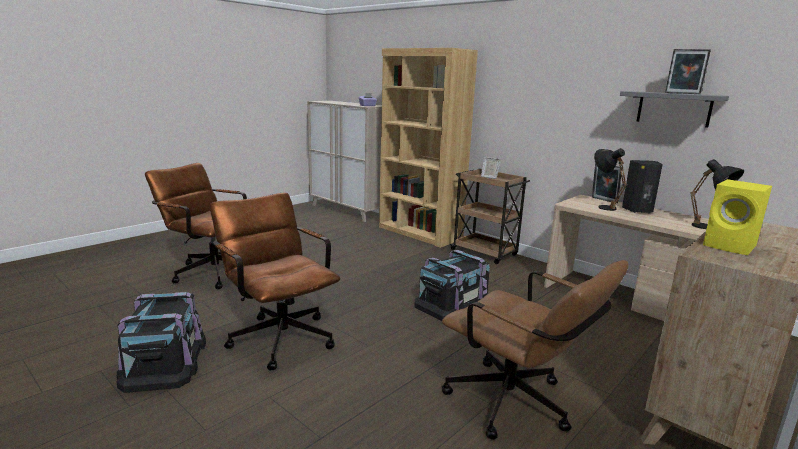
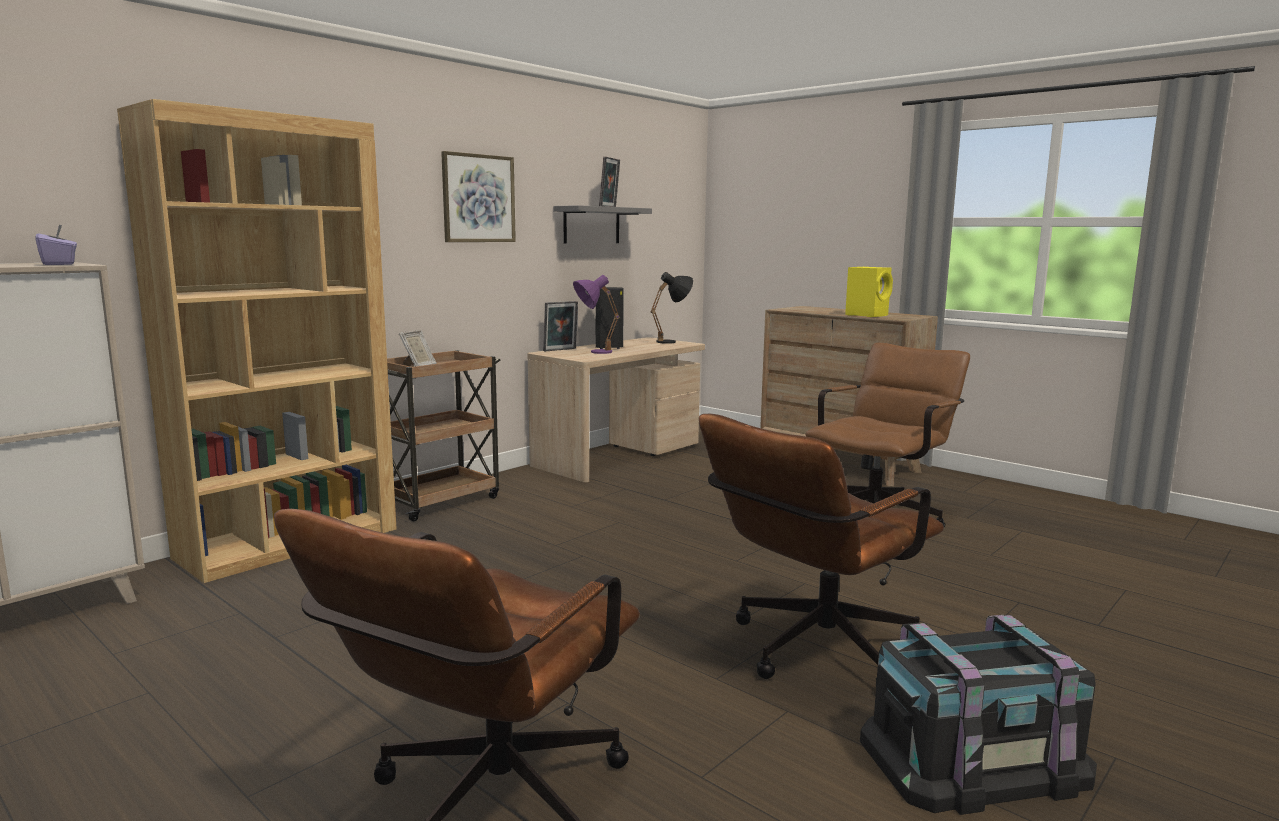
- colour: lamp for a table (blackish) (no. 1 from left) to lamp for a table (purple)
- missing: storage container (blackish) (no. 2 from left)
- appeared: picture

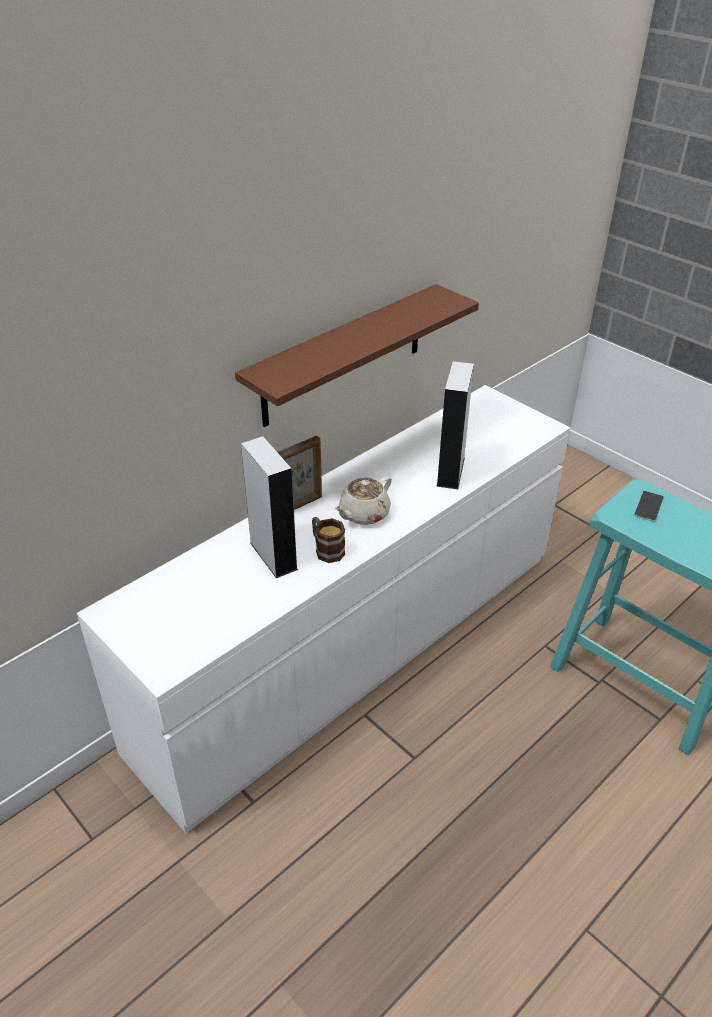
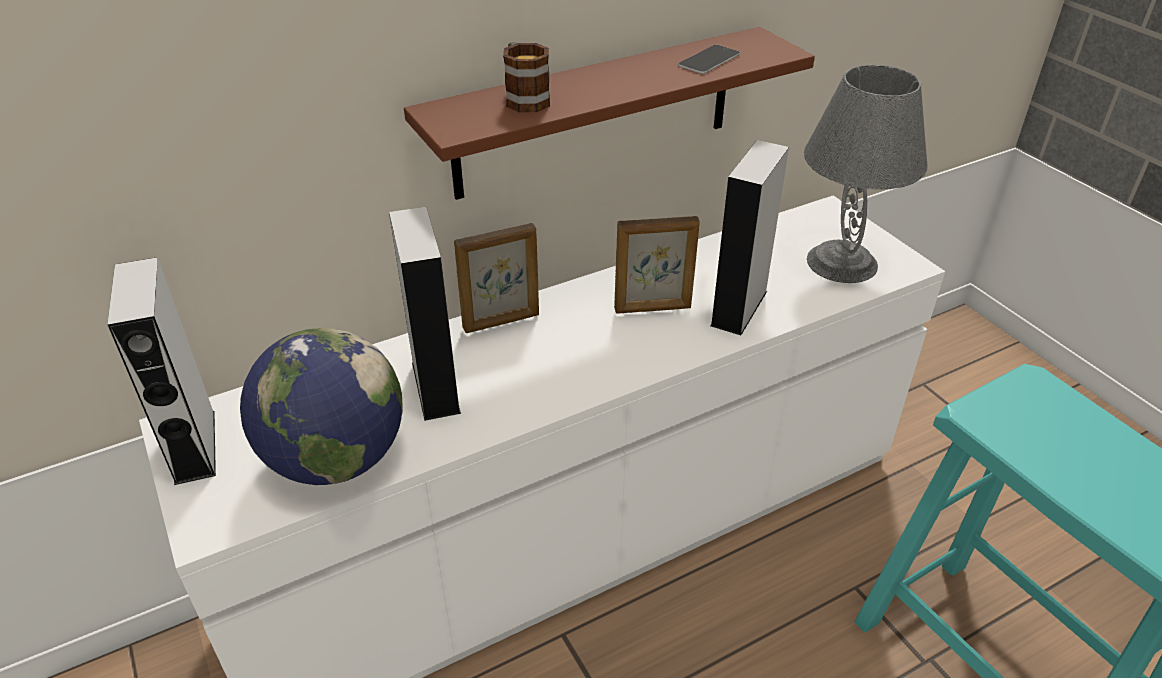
- missing: pot for tea (beige-coloured)
- relocated: phone
- relocated: coffee mug
- appeared: lamp for a table (grey)
- appeared: standing frame (no. 2 from left)
- appeared: loudspeaker (grey) (no. 1 from left)
- appeared: globe

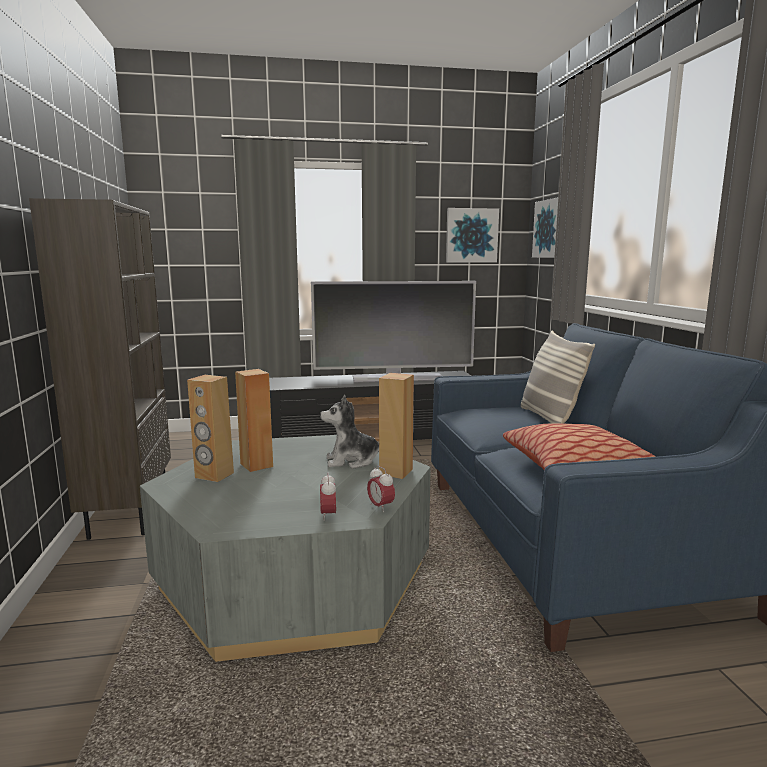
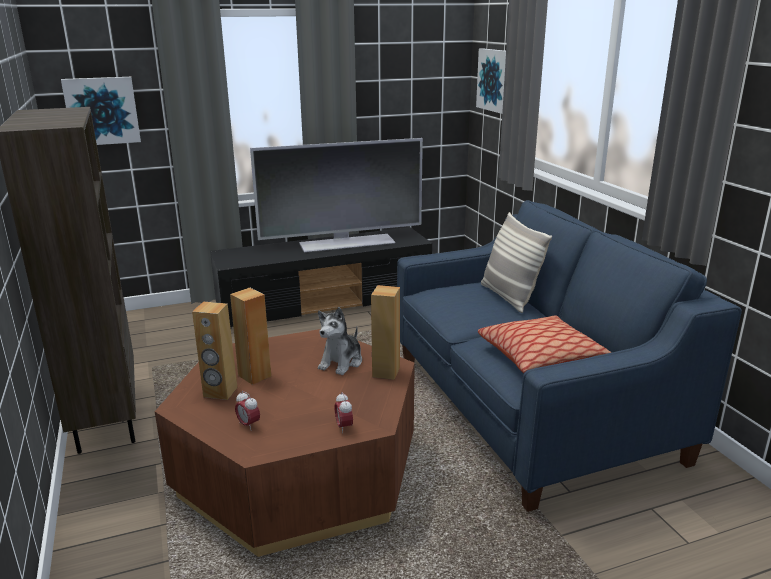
- relocated: picture (no. 1 from left)
- spun: soft toy 45 degrees counterclockwise
- colour: lounge table (grey) to lounge table (brownish)
- relocated: bedside clock (no. 2 from left in the first image) to bedside clock (no. 1 from left)

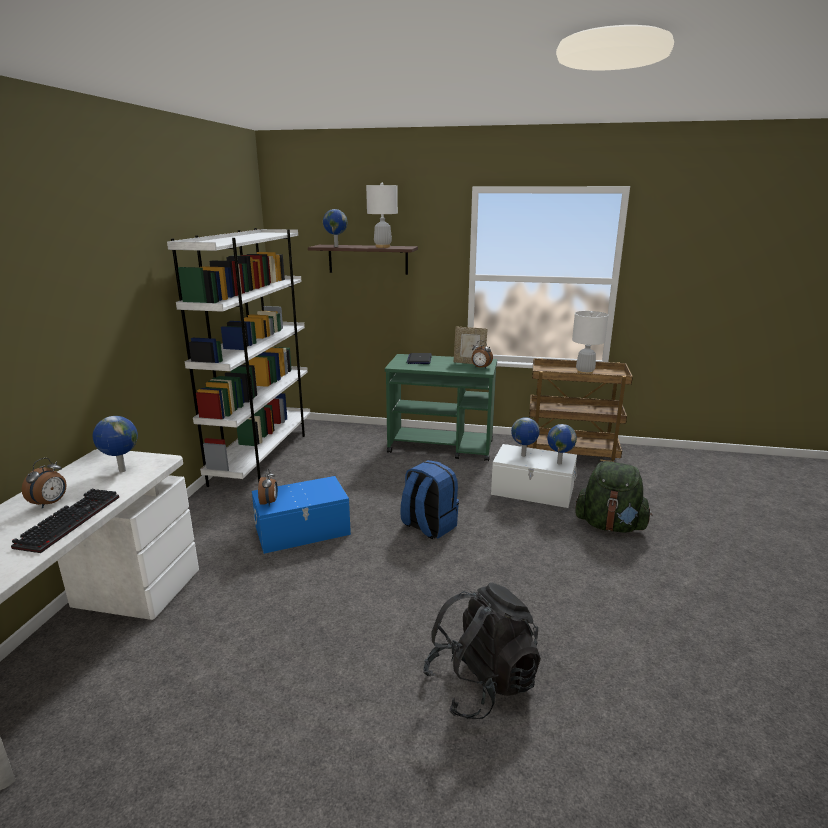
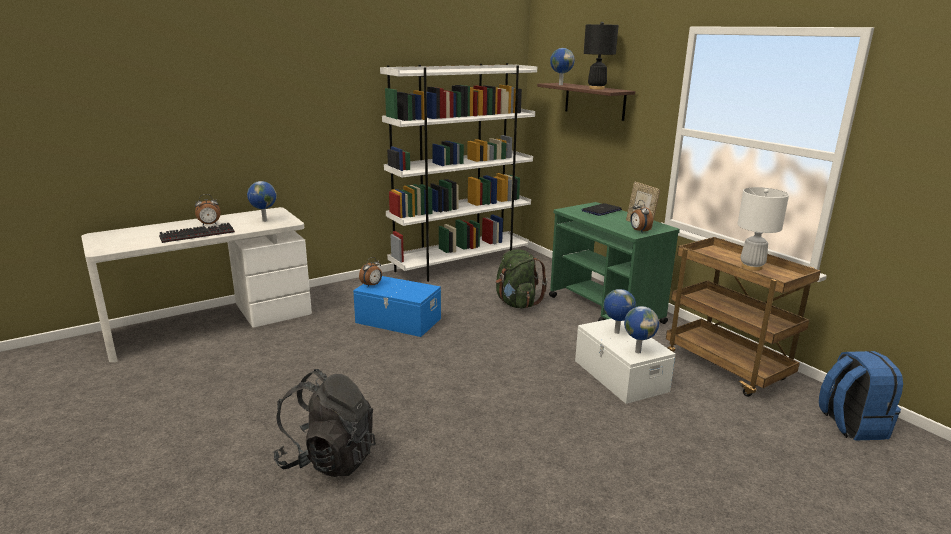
- colour: lamp for a table (white-coloured) (no. 1 from left) to lamp for a table (blackish)
- relocated: backpack (bluish)
- relocated: backpack (green)

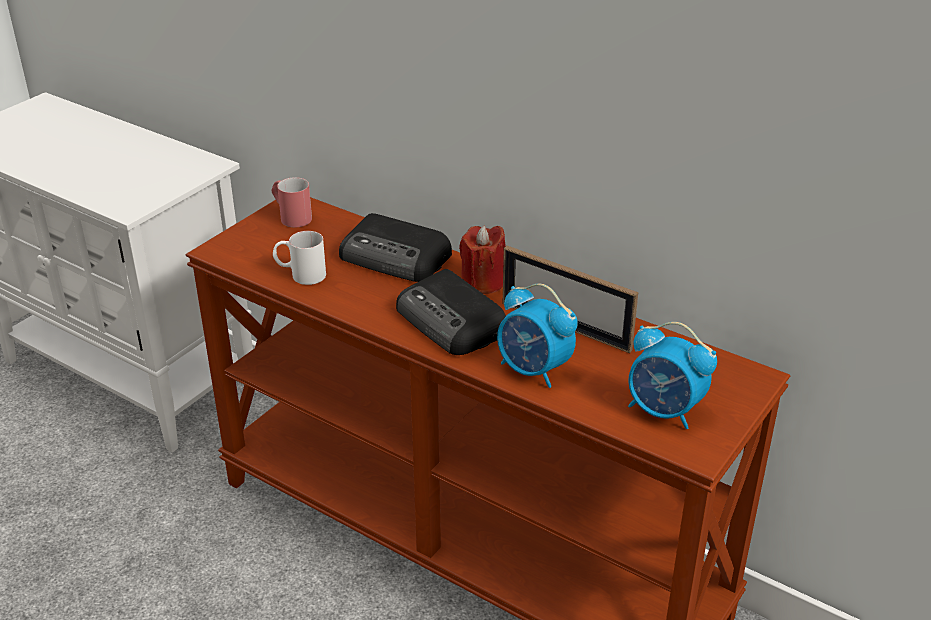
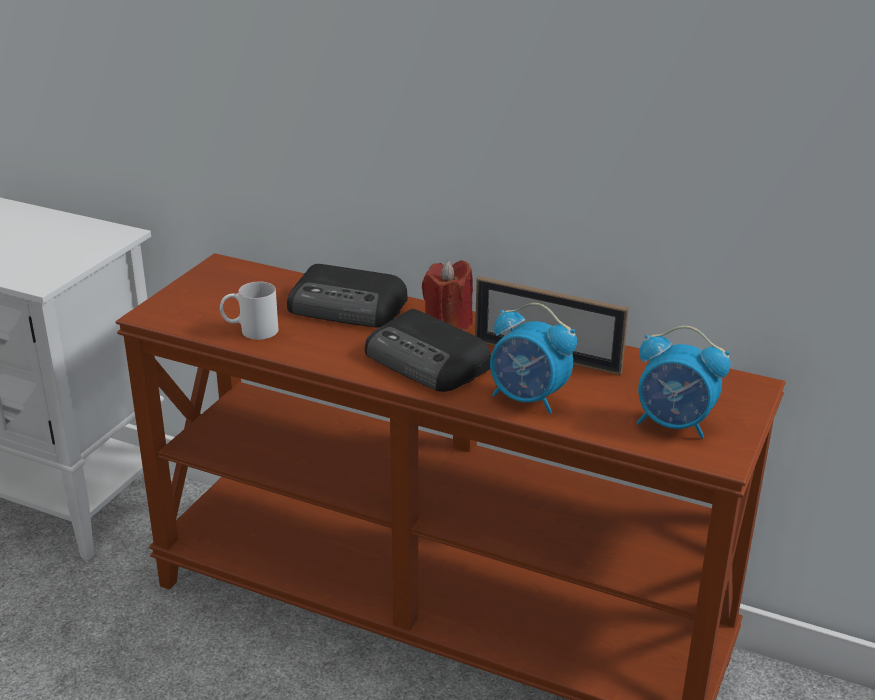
- missing: coffee mug (red)

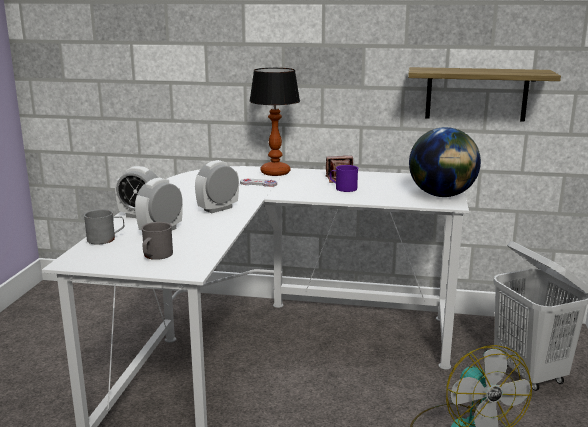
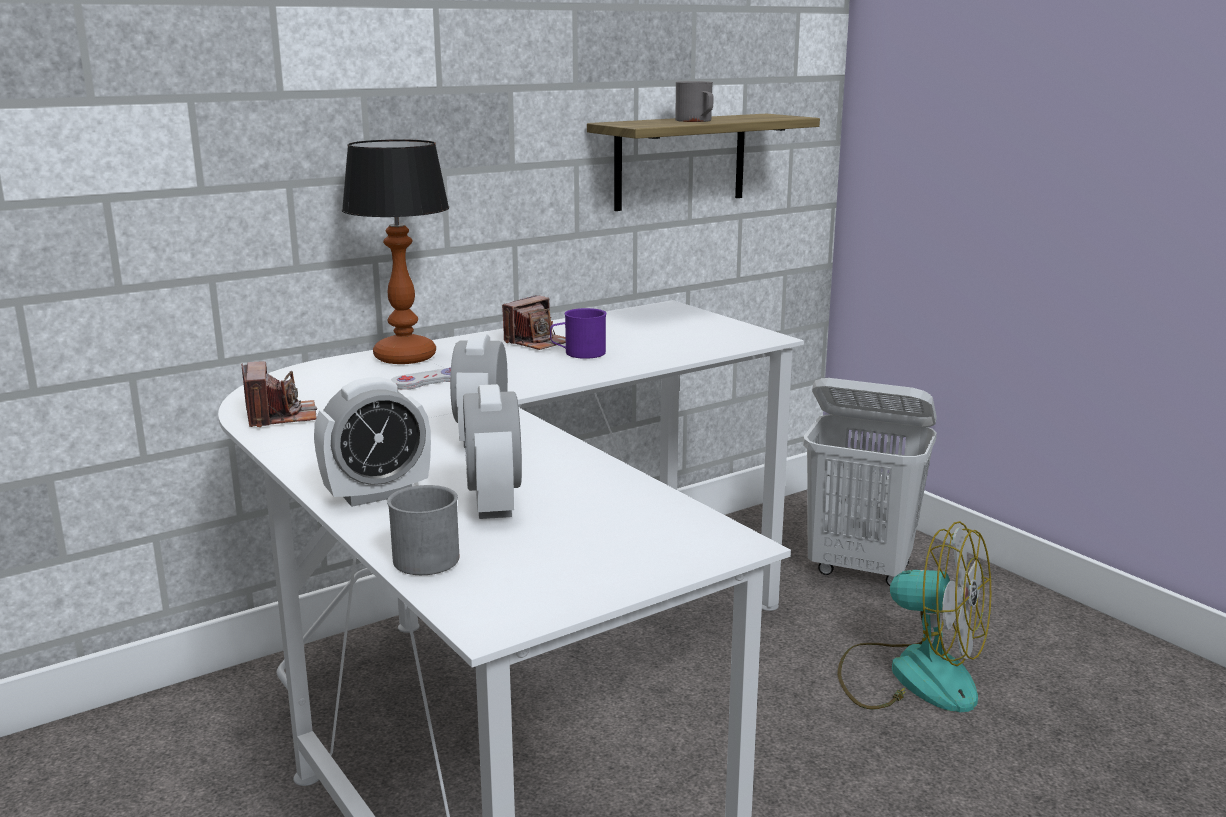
- missing: globe
- relocated: coffee mug (grey) (no. 2 from left)
- appeared: still camera (no. 1 from left)

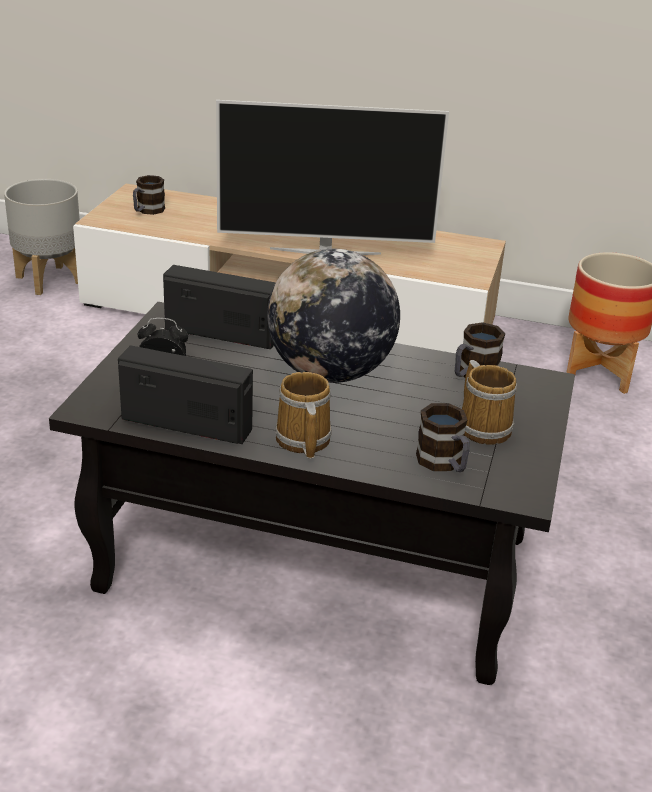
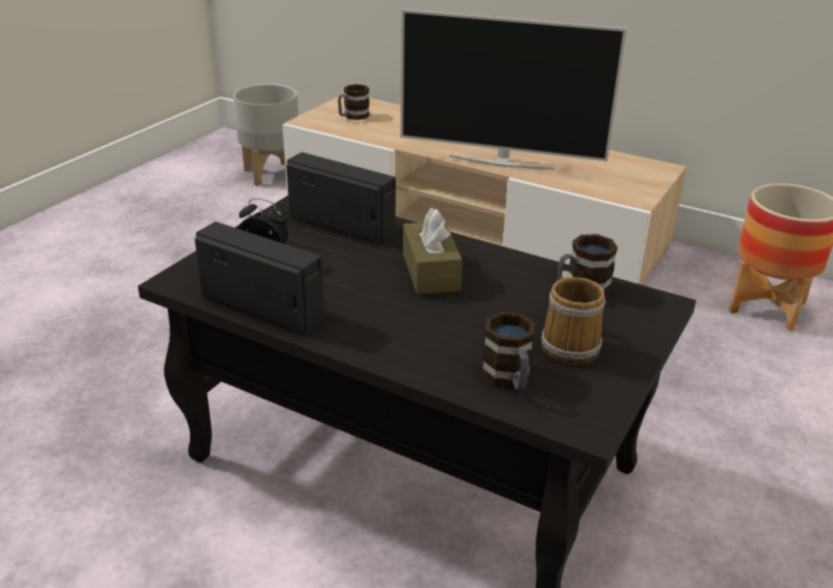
- exchanged: globe to tissue box (brownish)
- missing: coffee mug (no. 2 from left)

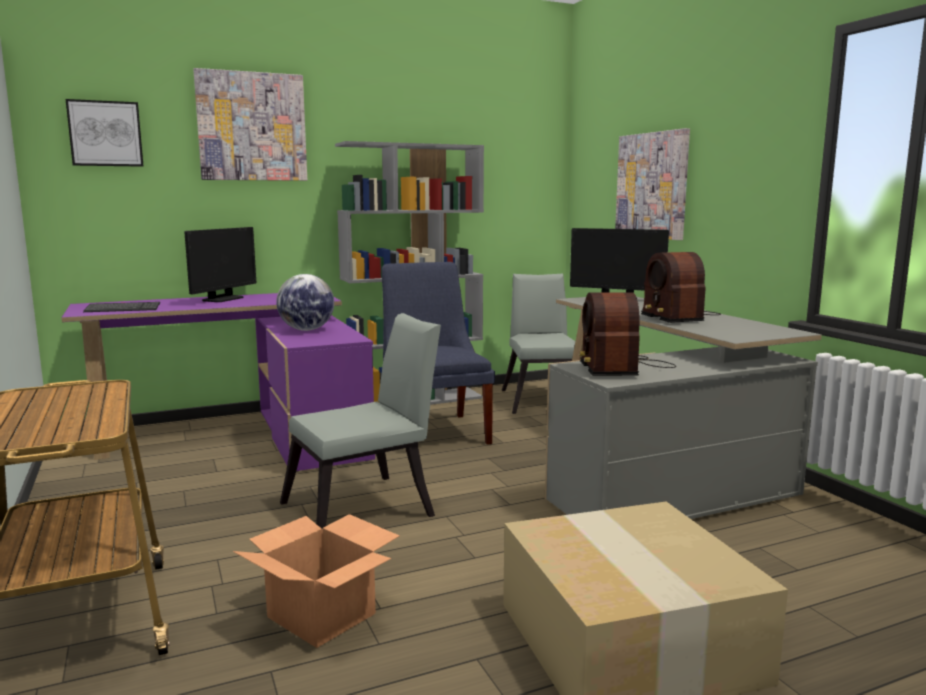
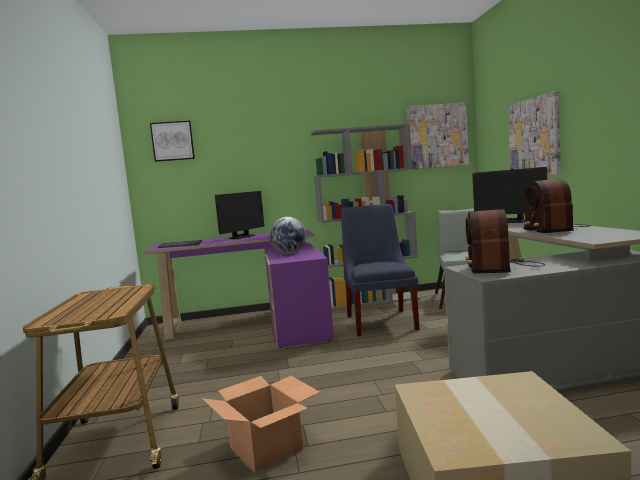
- relocated: picture (no. 2 from left)
- missing: plain chair (grey) (no. 1 from left)

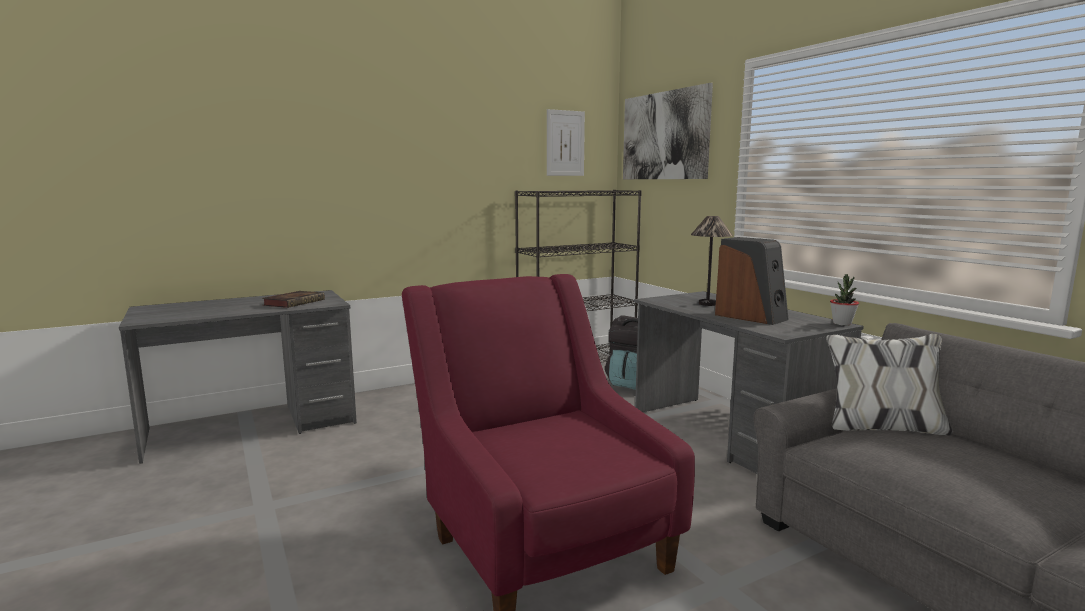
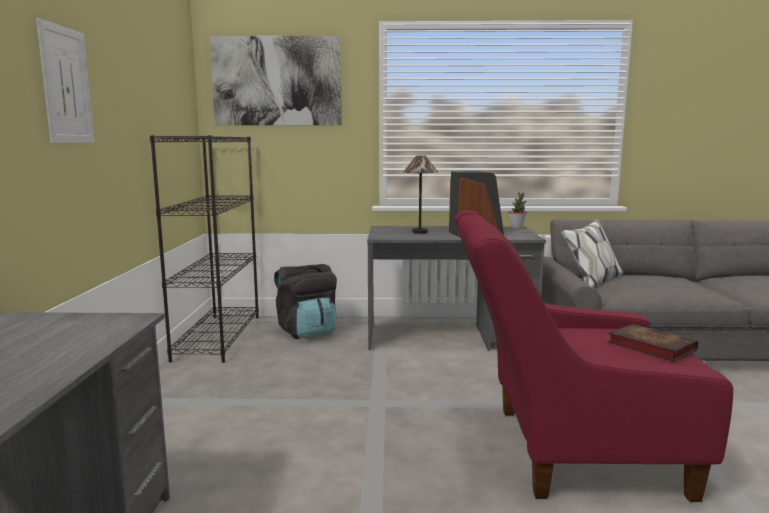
- relocated: picture (no. 1 from left)
- relocated: bound book

